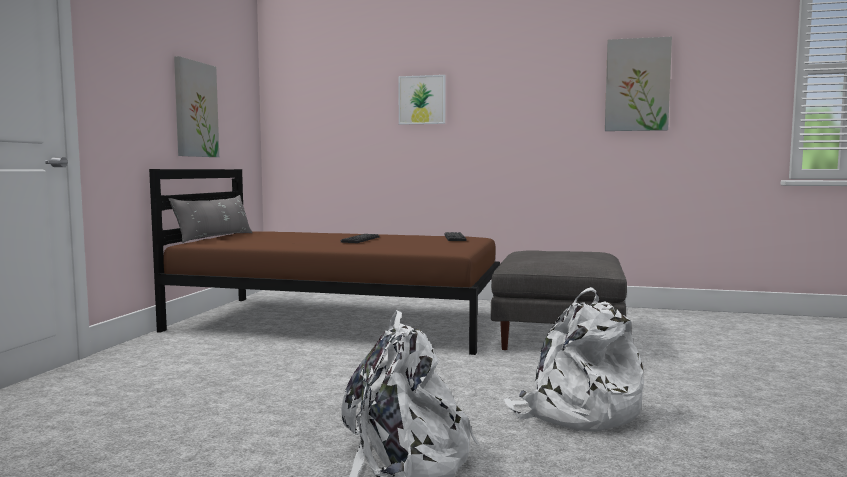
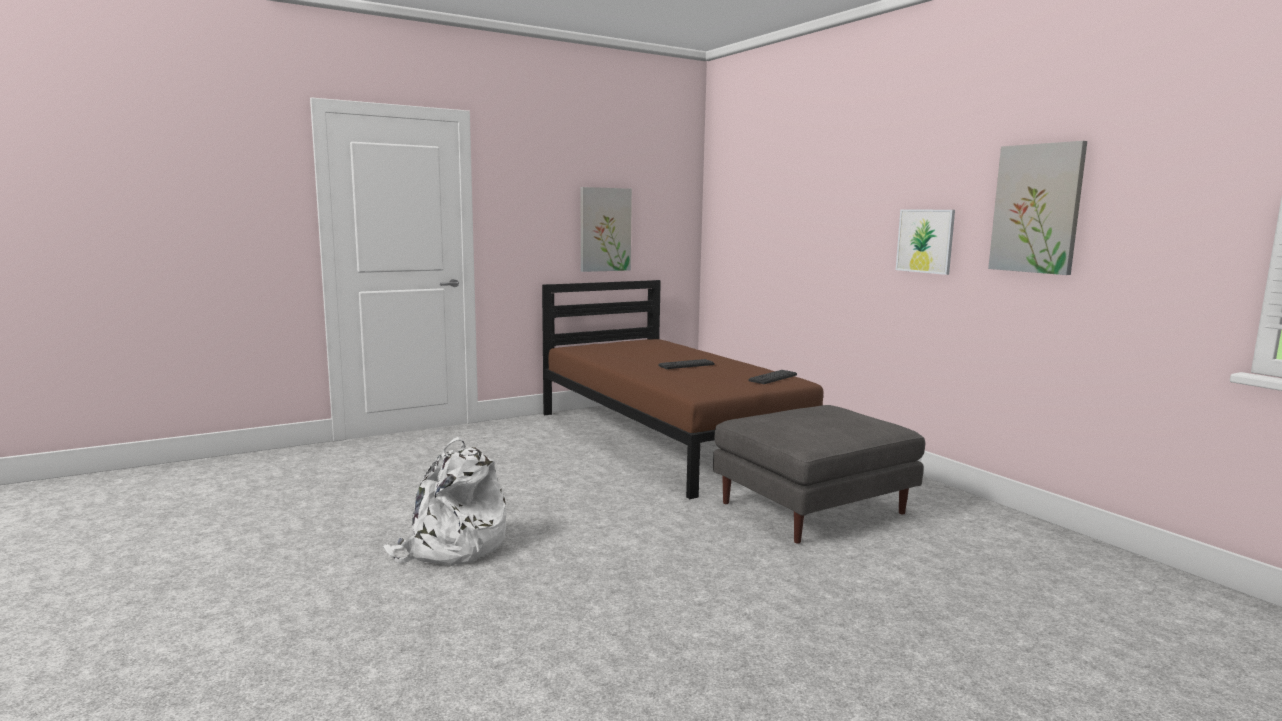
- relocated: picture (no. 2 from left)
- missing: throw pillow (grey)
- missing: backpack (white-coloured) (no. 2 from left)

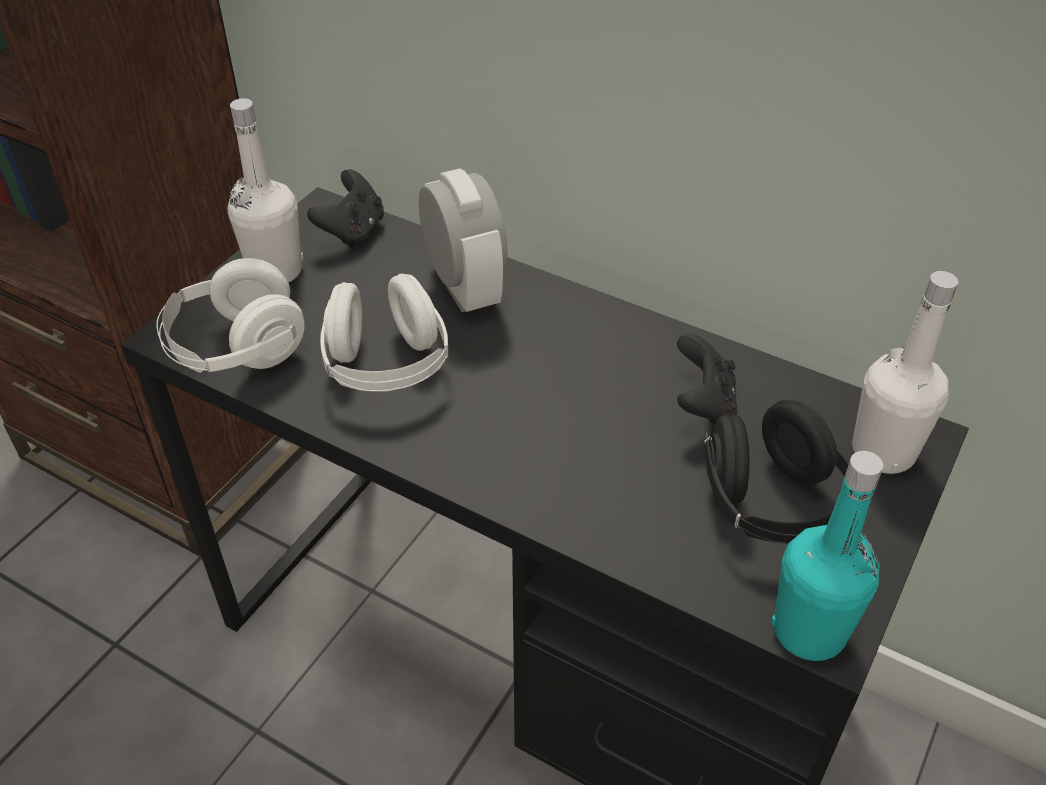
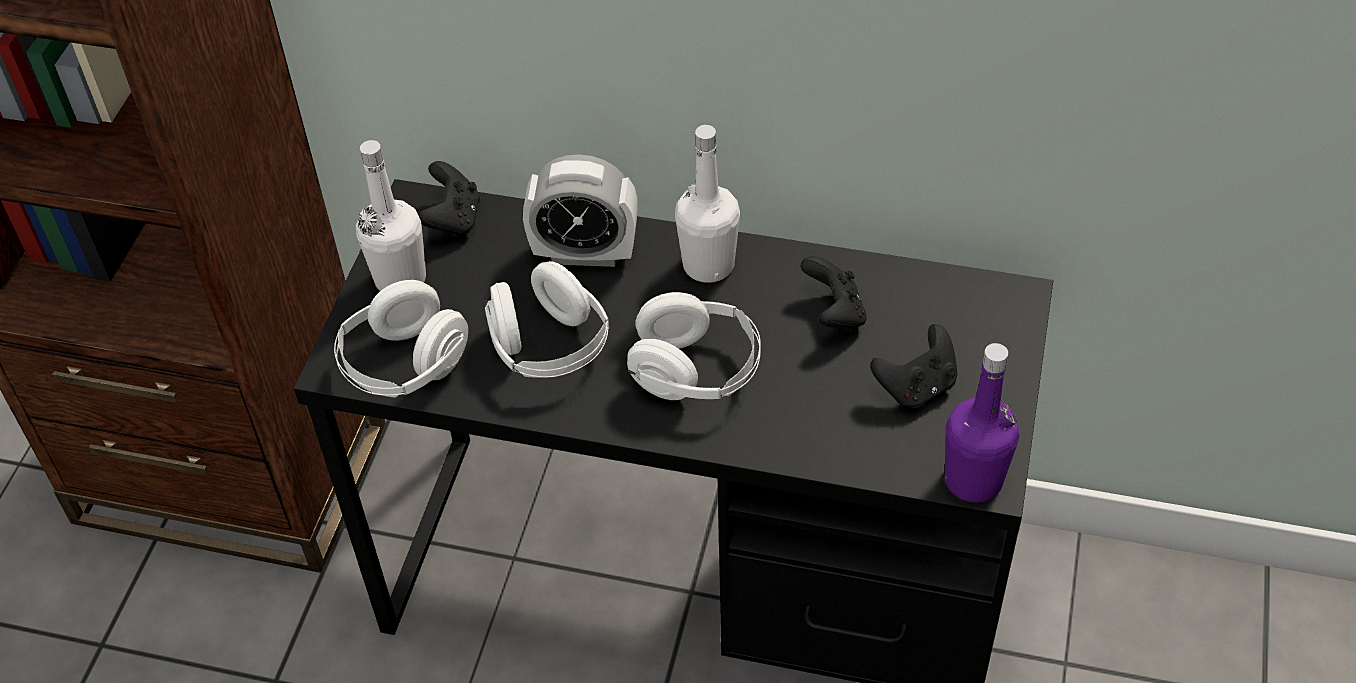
- spun: bedside clock 135 degrees clockwise
- relocated: beverage bottle (white-coloured) (no. 2 from left)
- exchanged: headset (blackish) to joypad (blackish) (no. 3 from left)
- colour: beverage bottle (blue-green) to beverage bottle (purple)
- appeared: headset (white-coloured) (no. 3 from left)

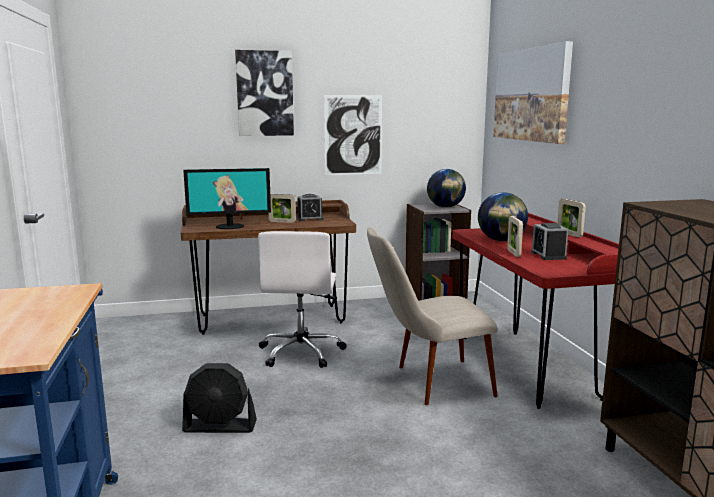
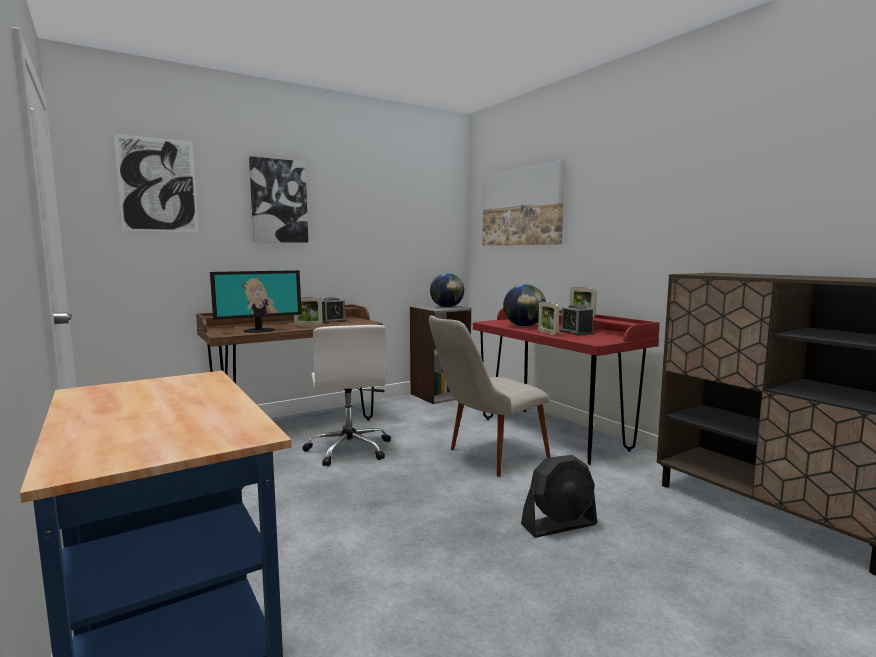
- relocated: picture (no. 2 from left in the first image) to picture (no. 1 from left)
- relocated: electric fan (blackish)

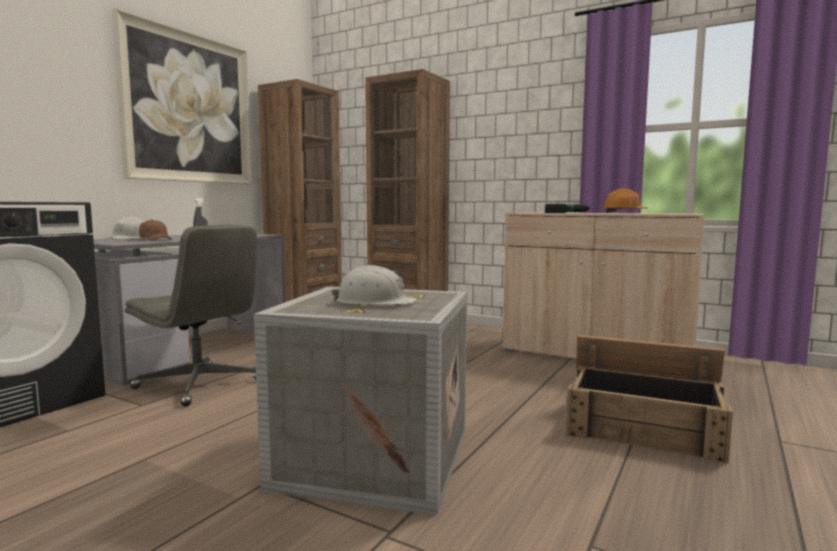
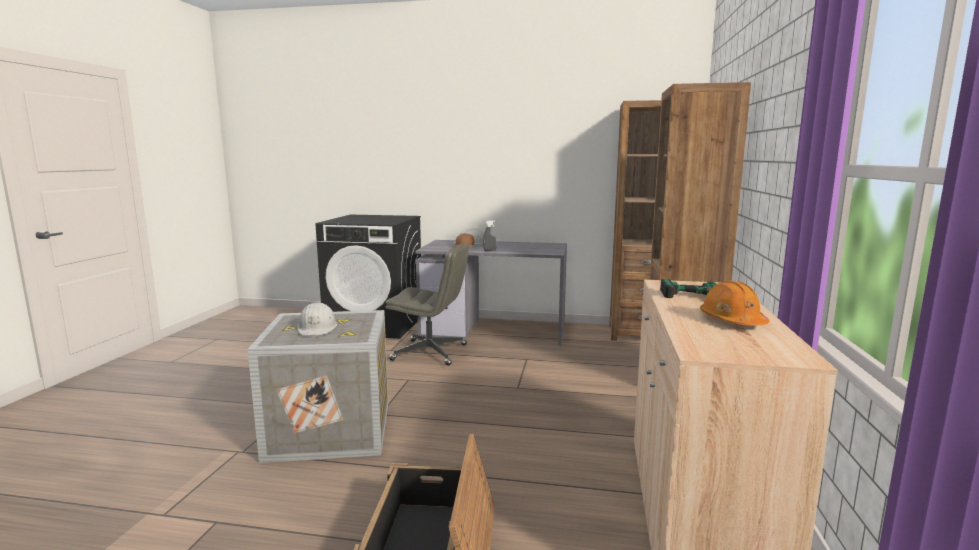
- missing: picture
- spun: computer chair (grey) 90 degrees counterclockwise

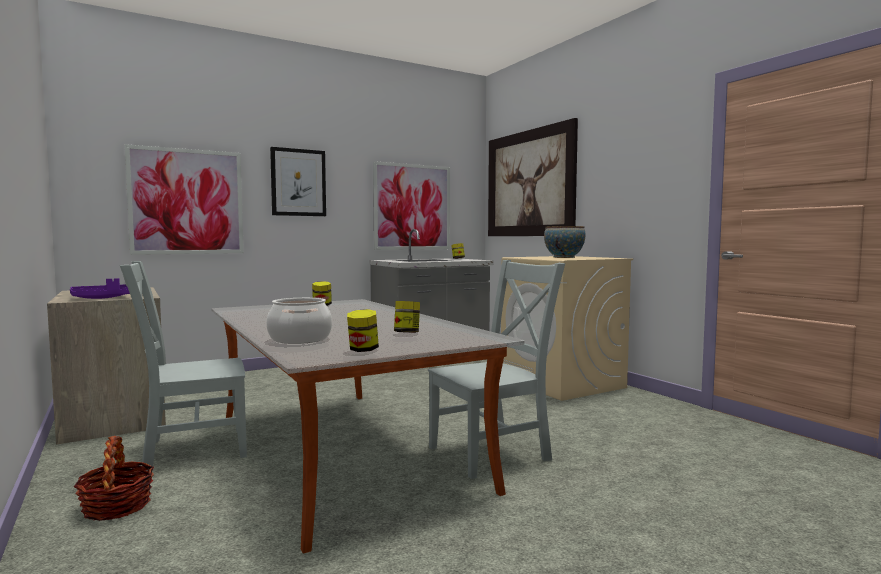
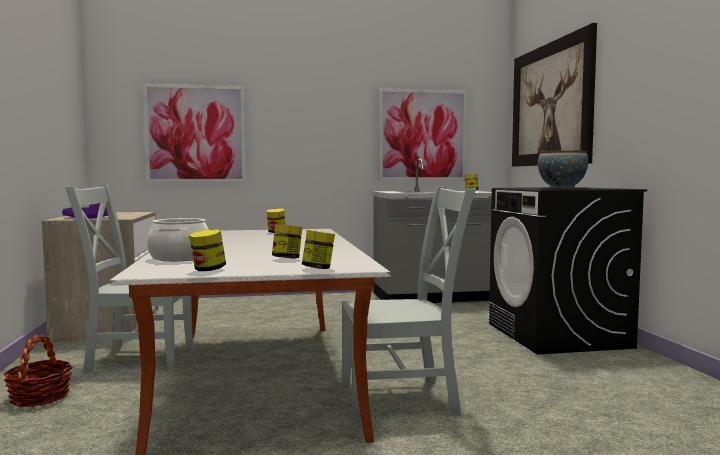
- missing: picture (no. 2 from left)
- colour: washing machine (beige-coloured) to washing machine (blackish)
- appeared: storage jar (no. 4 from left)

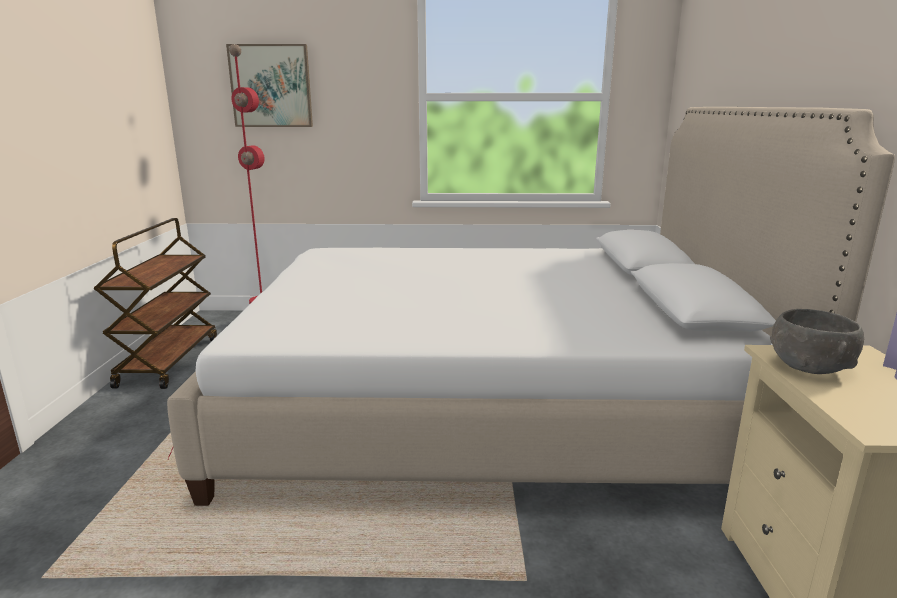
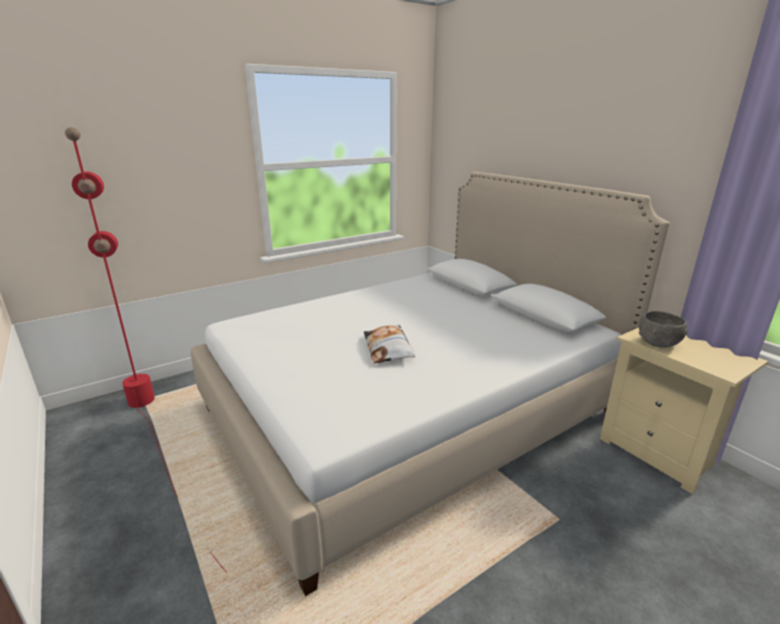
- missing: picture
- missing: trolley (brownish)
- appeared: throw pillow

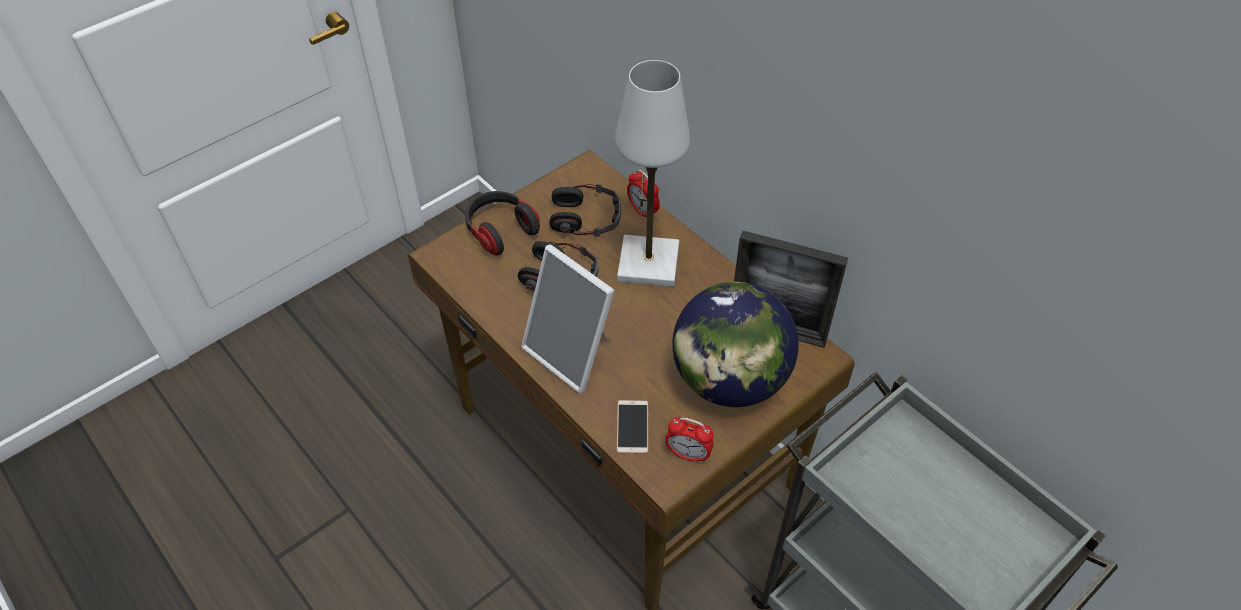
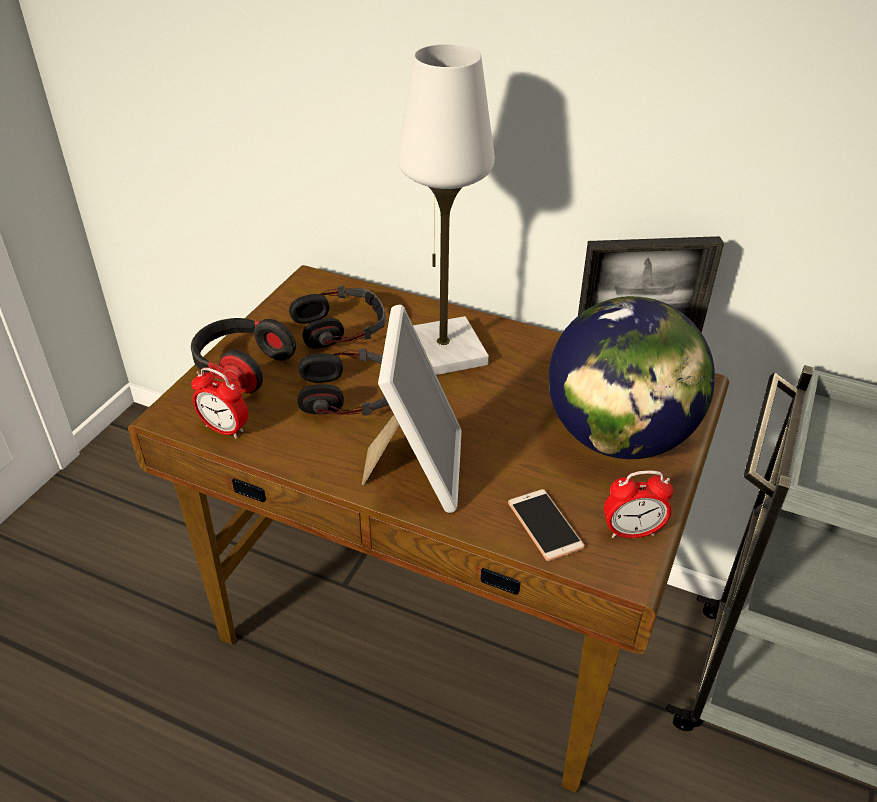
- relocated: bedside clock (no. 1 from left)
- spun: standing frame (no. 1 from left) 105 degrees counterclockwise

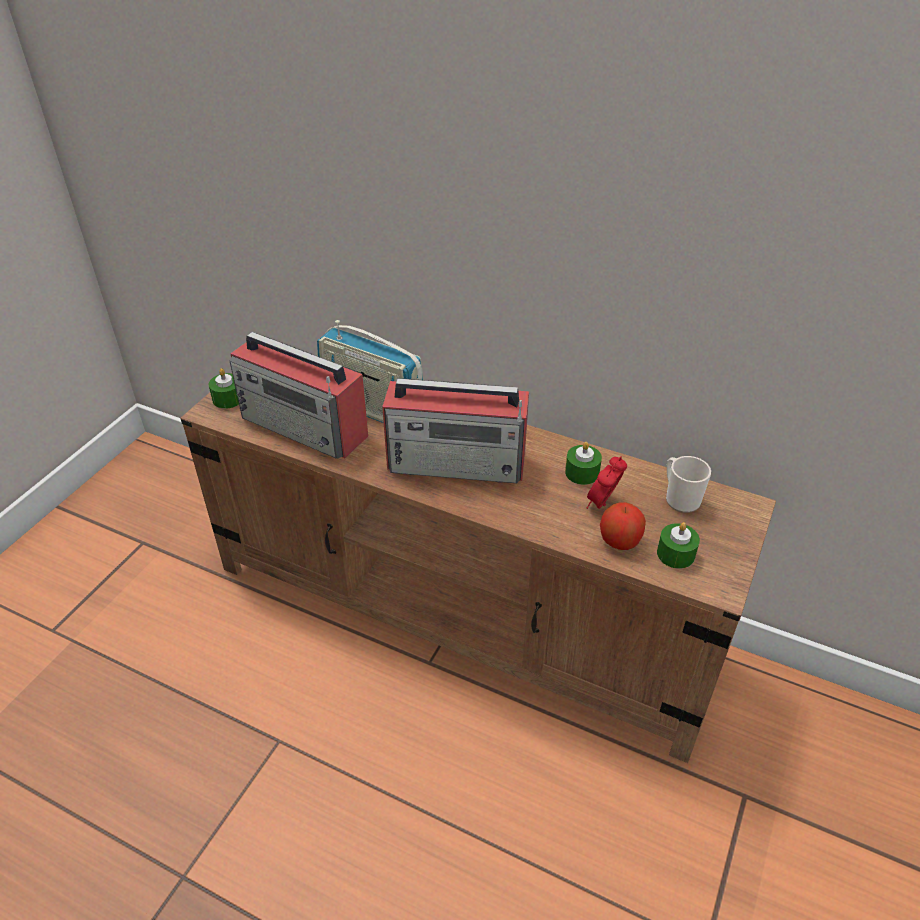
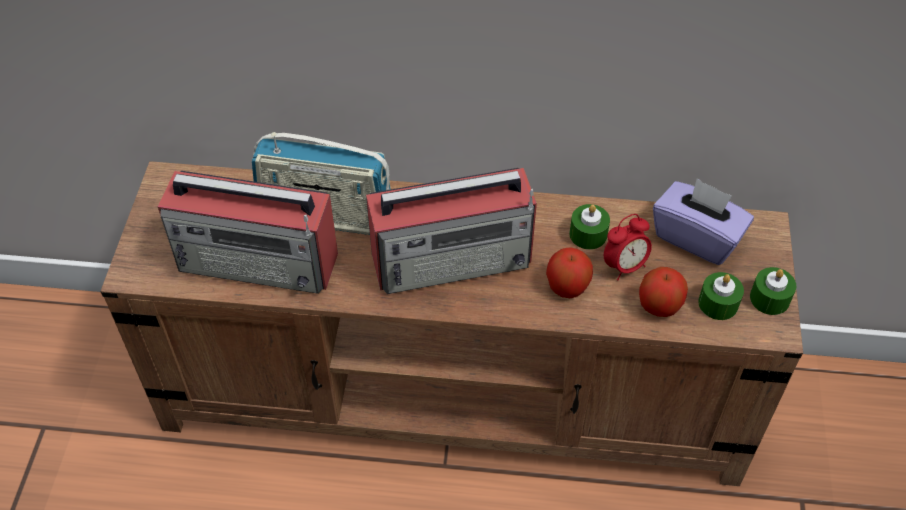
- relocated: candle (green) (no. 1 from left in the first image) to candle (green) (no. 3 from left)
- spun: bedside clock 135 degrees counterclockwise
- exchanged: coffee mug to tissue box (purple)
- appeared: whole apple (no. 1 from left)

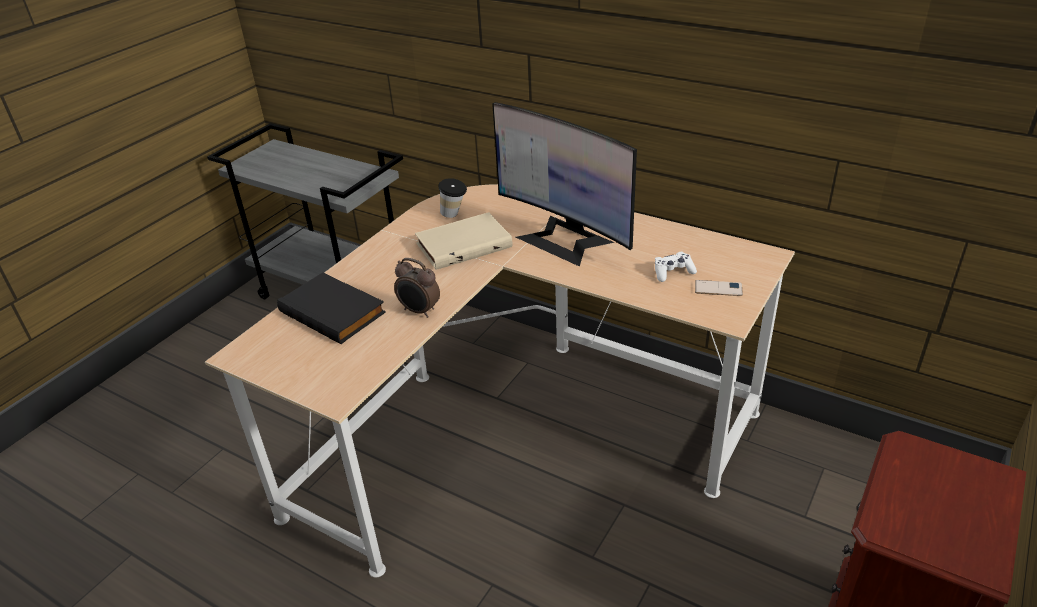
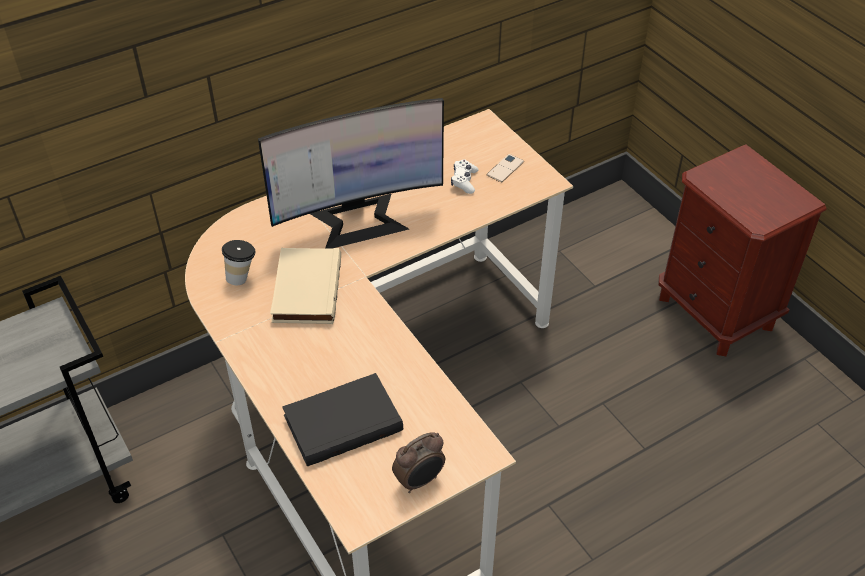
- relocated: bedside clock

